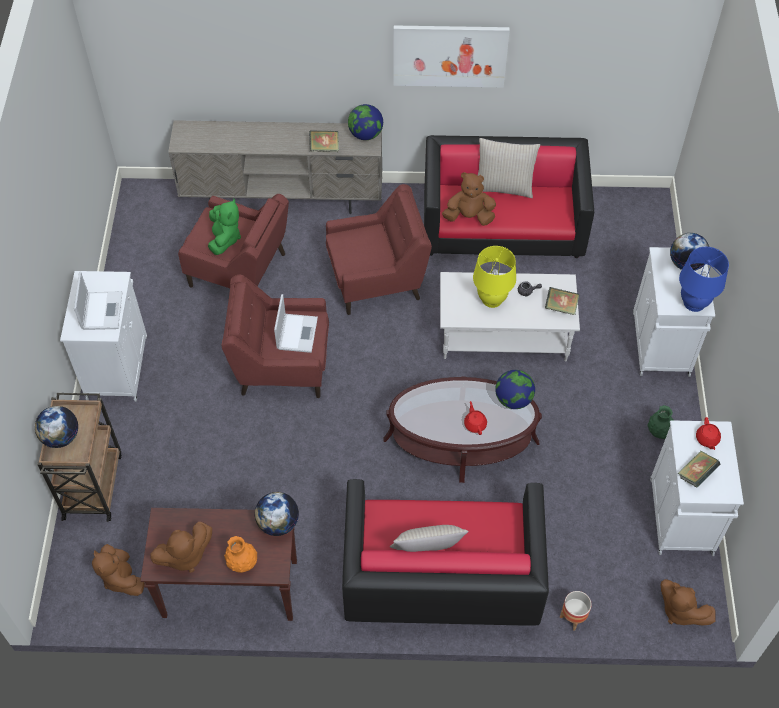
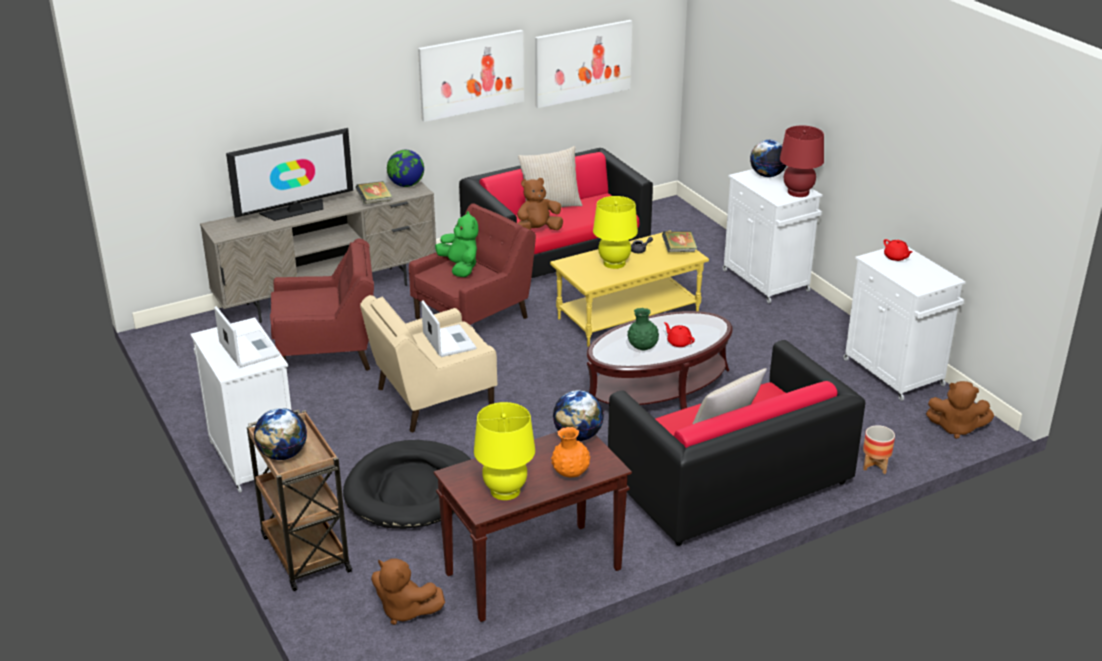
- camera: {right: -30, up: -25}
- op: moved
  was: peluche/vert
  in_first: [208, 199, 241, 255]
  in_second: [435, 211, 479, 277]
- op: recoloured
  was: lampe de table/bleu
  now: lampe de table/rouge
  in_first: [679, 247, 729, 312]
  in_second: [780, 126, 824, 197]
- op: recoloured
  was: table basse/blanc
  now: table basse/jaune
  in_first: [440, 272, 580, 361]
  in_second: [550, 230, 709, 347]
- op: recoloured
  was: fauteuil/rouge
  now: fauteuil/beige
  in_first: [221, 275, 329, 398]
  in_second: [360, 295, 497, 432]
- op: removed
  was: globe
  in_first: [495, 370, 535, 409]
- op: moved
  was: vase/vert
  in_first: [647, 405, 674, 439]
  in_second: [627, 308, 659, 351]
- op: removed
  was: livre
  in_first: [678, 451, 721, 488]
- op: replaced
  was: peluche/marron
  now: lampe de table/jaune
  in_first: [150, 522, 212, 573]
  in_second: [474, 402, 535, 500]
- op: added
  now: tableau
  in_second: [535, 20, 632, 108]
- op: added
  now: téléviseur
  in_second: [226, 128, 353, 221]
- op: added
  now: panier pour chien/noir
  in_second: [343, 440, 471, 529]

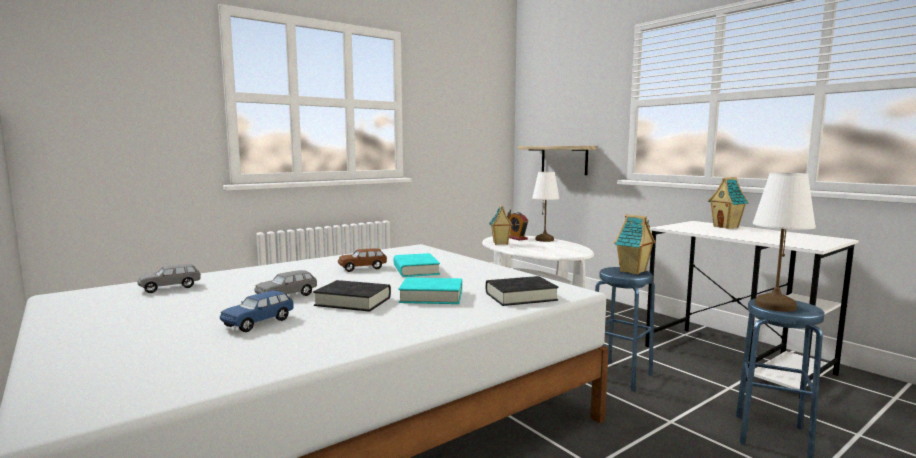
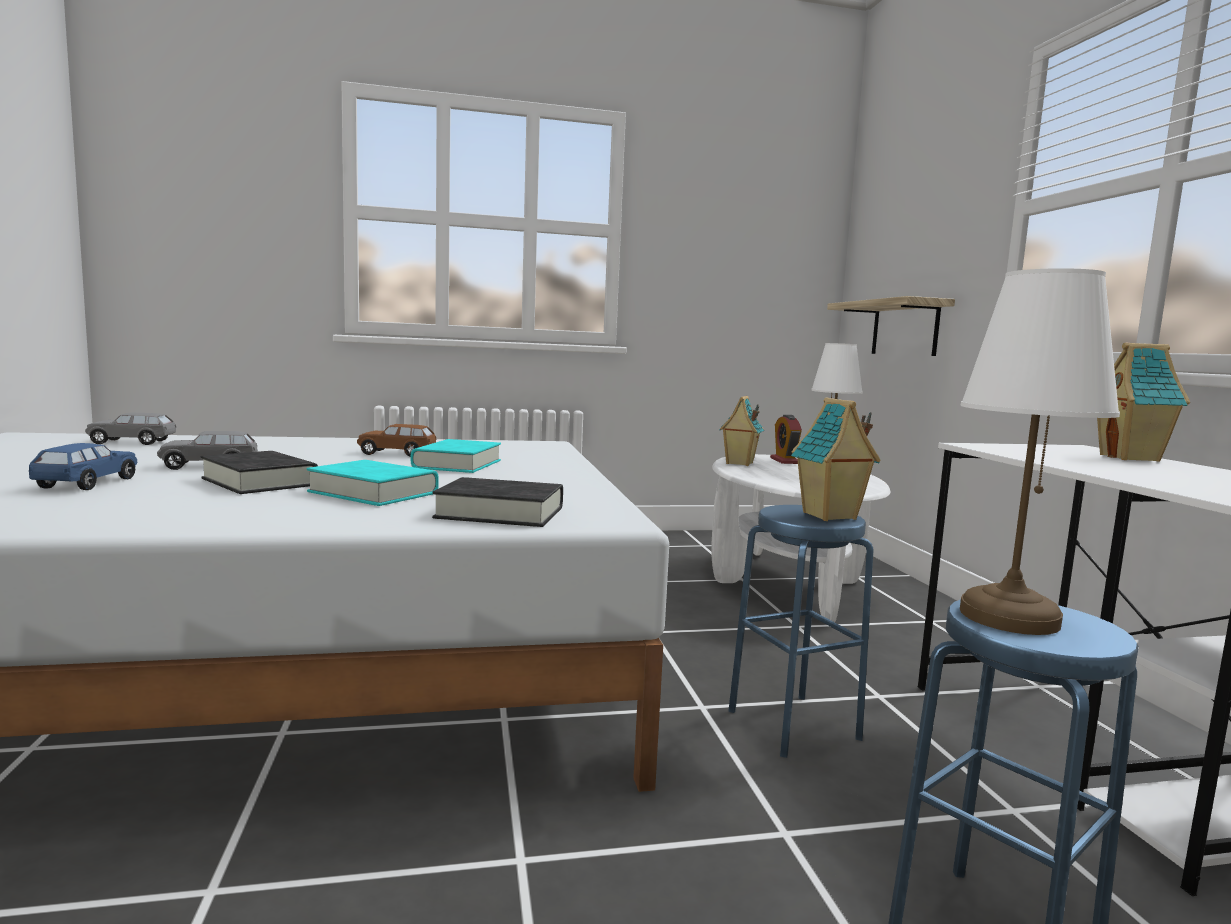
- camera: {right: 25, up: 0}
- op: turned
  was: petite voiture/bleu
  in_first: [220, 291, 294, 332]
  in_second: [28, 443, 137, 490]
  clockwise: 120

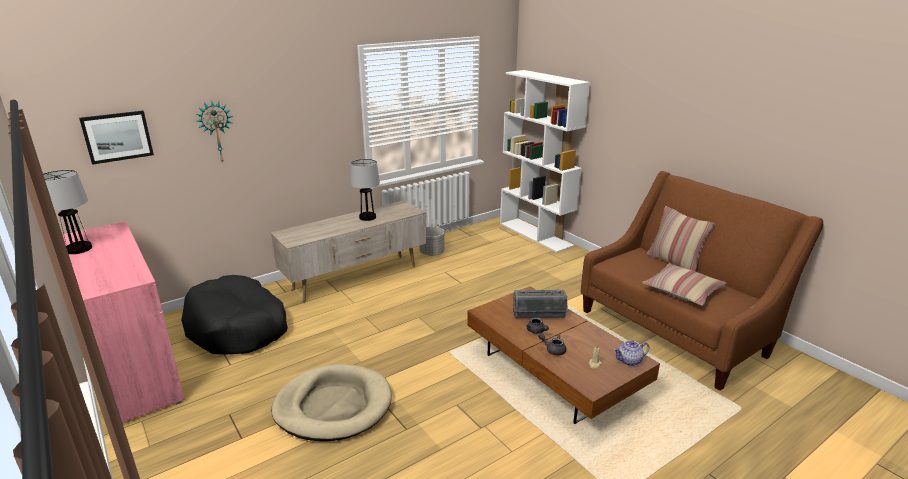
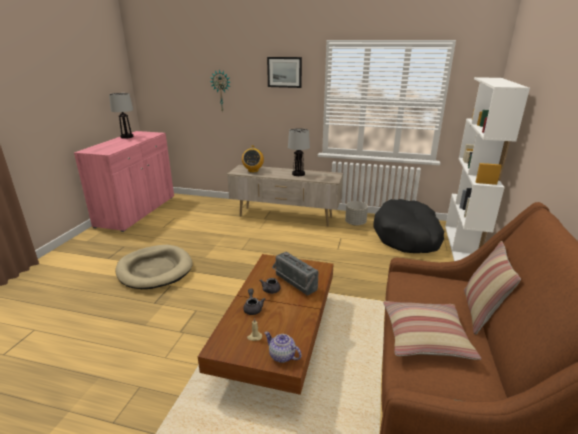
- camera: {right: 50, up: 0}
- op: moved
  was: tableau
  in_first: [79, 111, 154, 165]
  in_second: [267, 57, 302, 88]
- op: moved
  was: panier pour chien/noir
  in_first: [181, 275, 288, 355]
  in_second: [373, 199, 444, 253]
- op: added
  now: radio
  in_second: [242, 145, 264, 173]

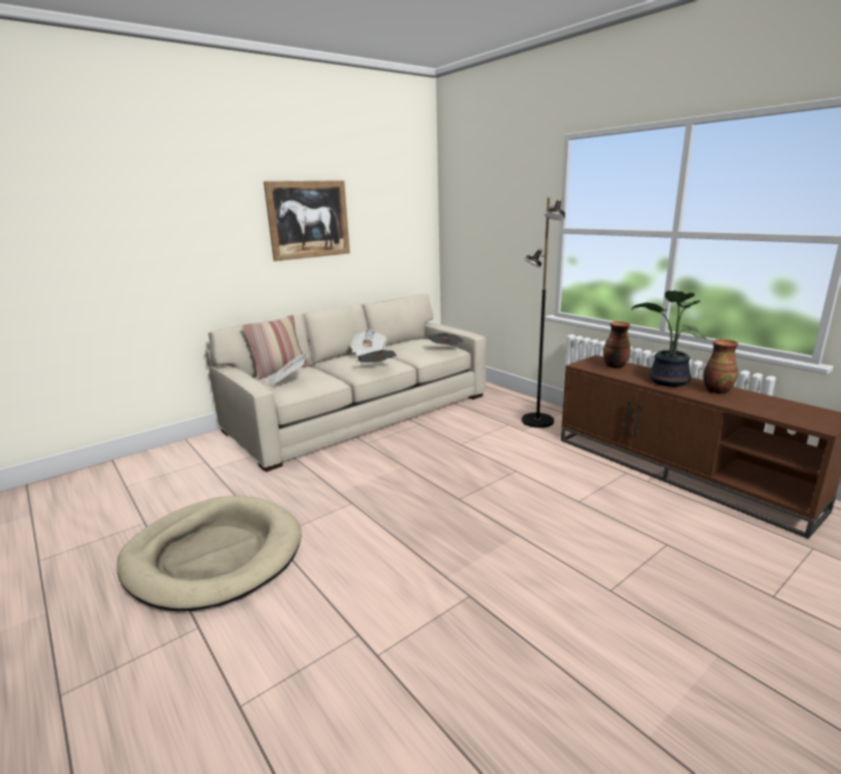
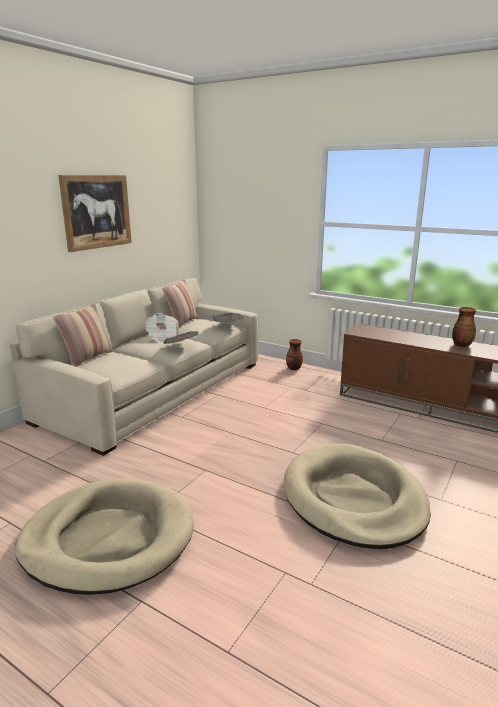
- camera: {right: -20, up: 0}
- op: removed
  was: lampadaire/noir
  in_first: [522, 198, 565, 428]
- op: removed
  was: plante en pot
  in_first: [631, 291, 707, 387]
- op: moved
  was: vase
  in_first: [603, 321, 630, 368]
  in_second: [286, 339, 303, 370]
- op: removed
  was: journal
  in_first: [265, 354, 308, 385]
- op: added
  now: coussin
  in_second: [162, 279, 198, 329]
- op: added
  now: panier pour chien/beige
  in_second: [283, 444, 431, 549]

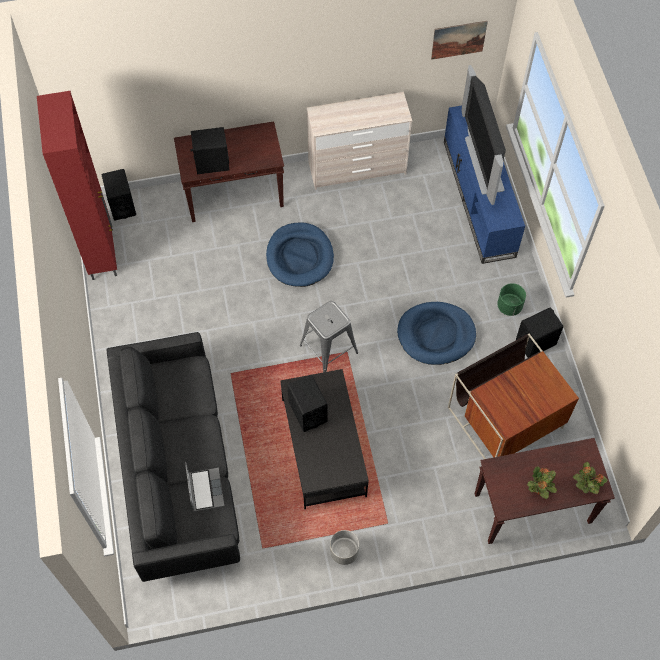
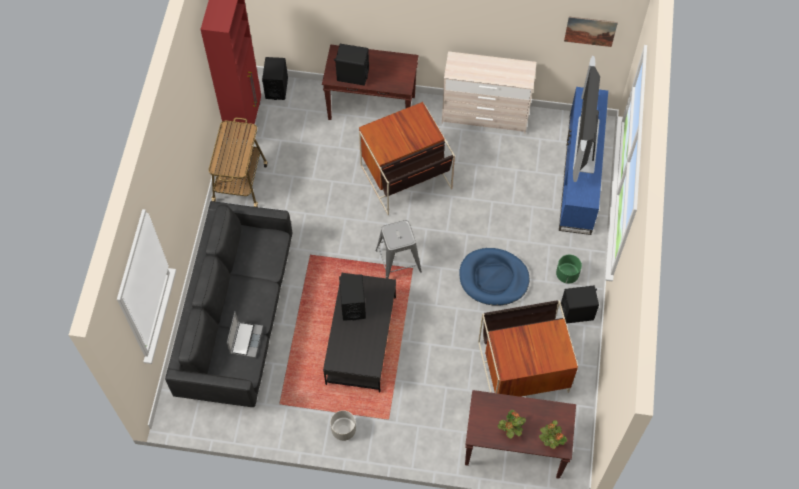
- camera: {right: 20, up: 0}
- op: replaced
  was: panier pour chien/bleu
  now: table d'appoint
  in_first: [266, 222, 334, 287]
  in_second: [359, 102, 455, 215]
- op: added
  now: chariot
  in_second: [209, 117, 267, 207]

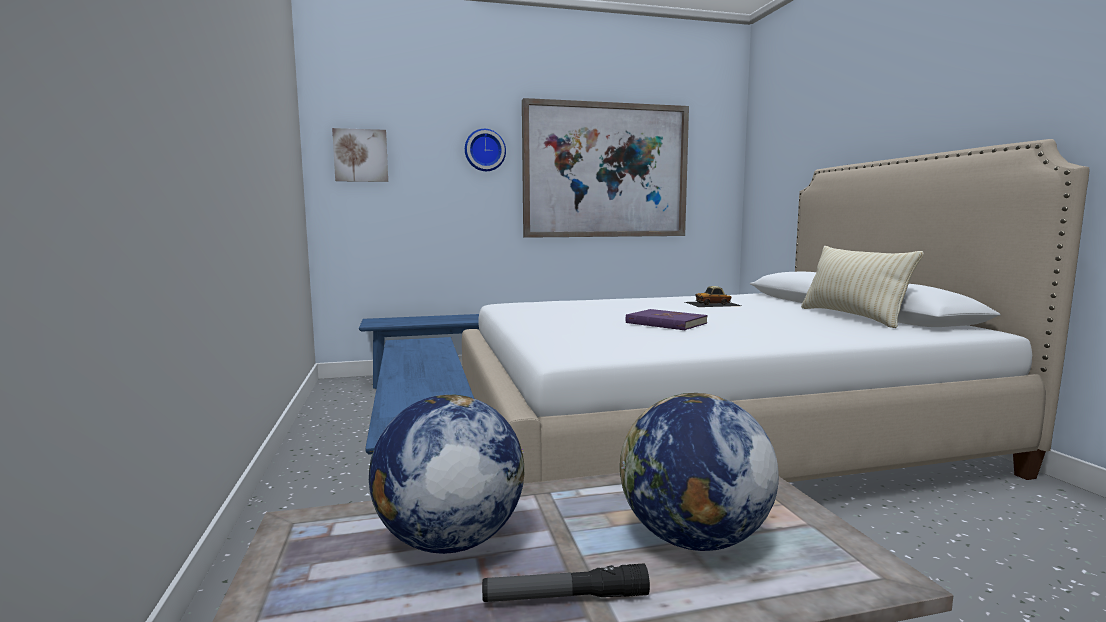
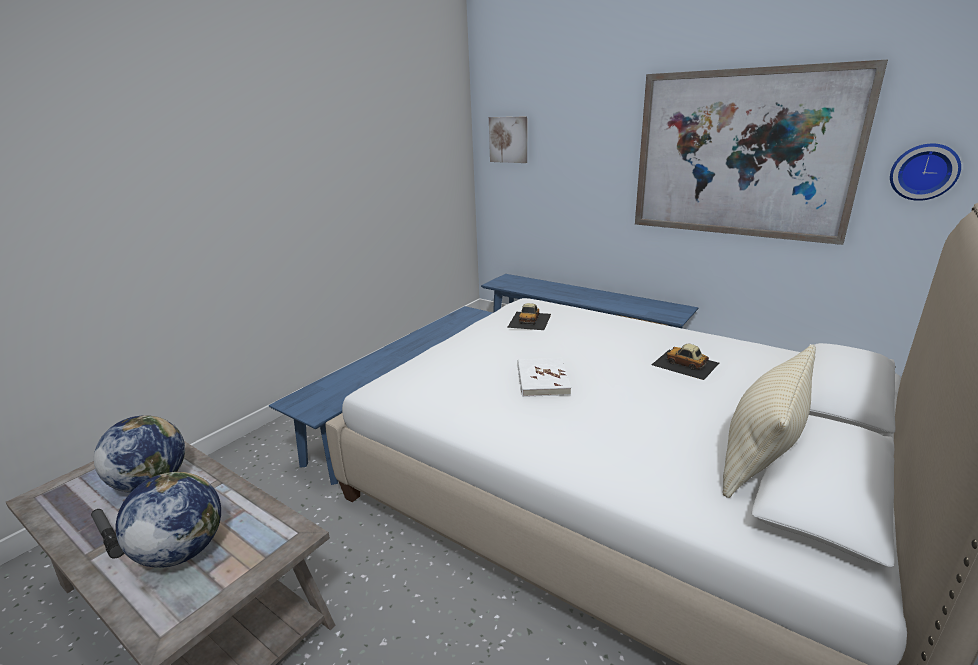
- camera: {right: 50, up: 15}
- op: moved
  was: horloge murale
  in_first: [465, 129, 506, 171]
  in_second: [890, 144, 961, 201]
- op: recoloured
  was: livre/violet
  now: livre/blanc
  in_first: [626, 309, 708, 330]
  in_second: [517, 357, 571, 397]
- op: added
  now: petite voiture
  in_second: [507, 303, 551, 330]

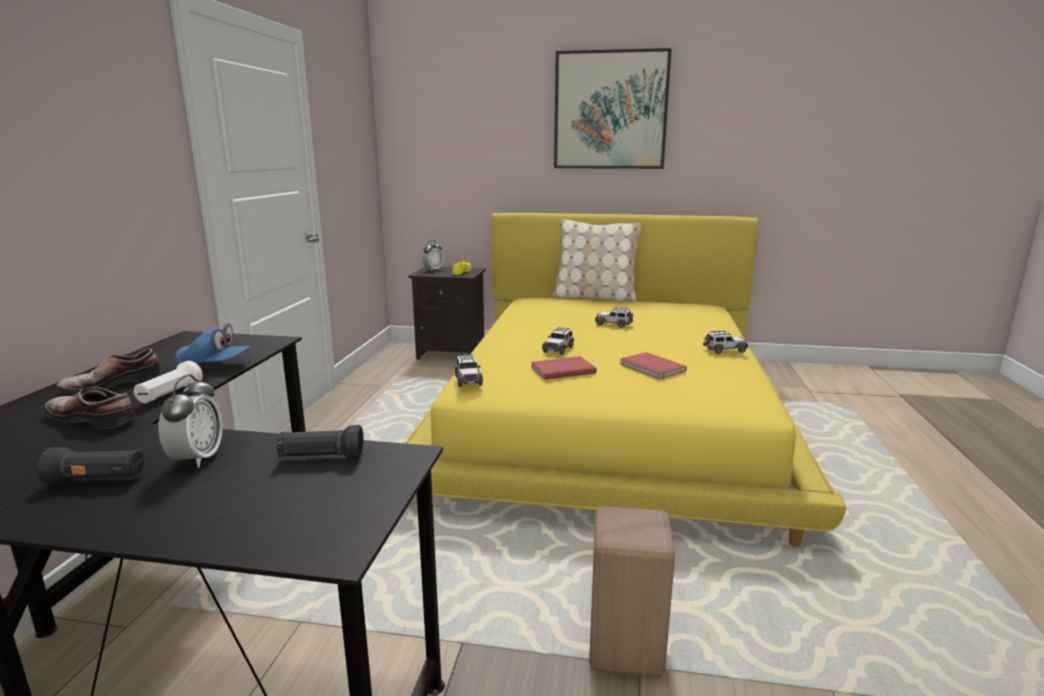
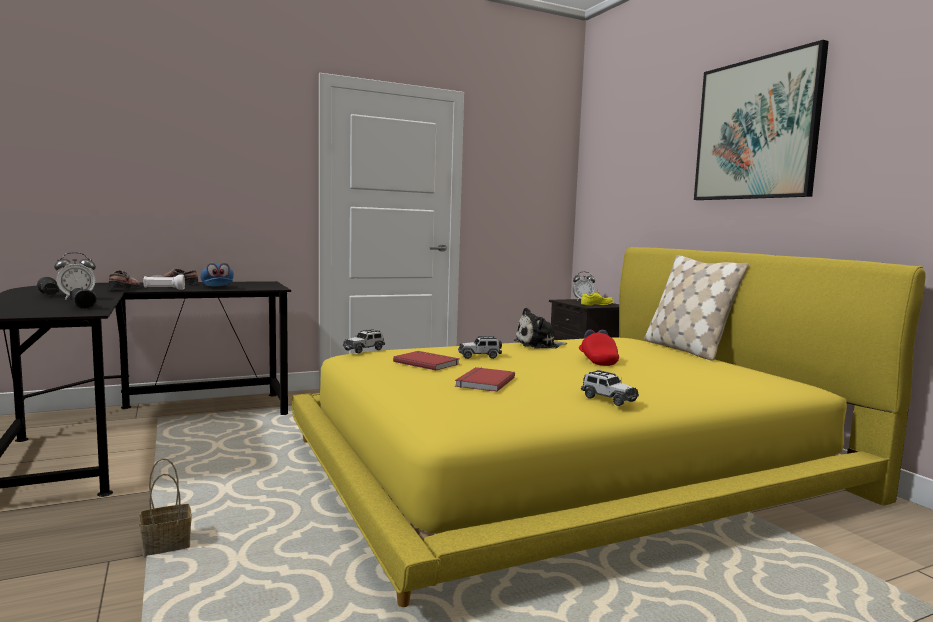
- camera: {right: 55, up: -10}
- op: replaced
  was: petite voiture
  now: casquette/rouge
  in_first: [595, 307, 633, 328]
  in_second: [579, 330, 619, 366]
- op: replaced
  was: tabouret/beige
  now: panier
  in_first: [589, 506, 675, 678]
  in_second: [139, 458, 192, 558]
- op: added
  now: peluche
  in_second: [514, 308, 568, 349]

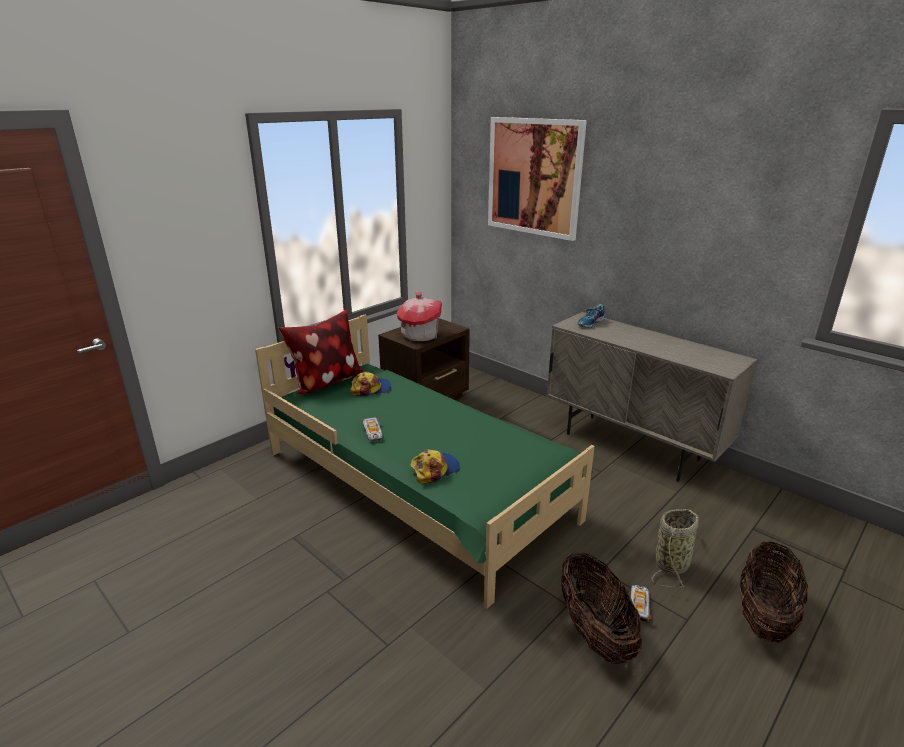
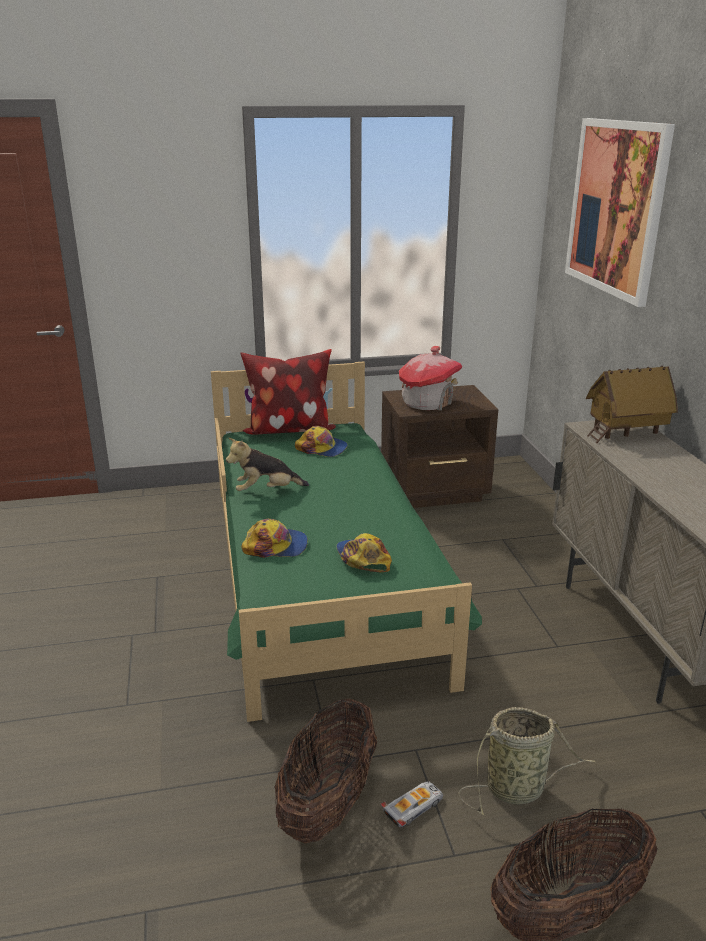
- camera: {right: 35, up: 0}
- op: replaced
  was: chaussure
  now: maison miniature
  in_first: [578, 304, 605, 328]
  in_second: [586, 366, 678, 443]
- op: replaced
  was: petite voiture
  now: peluche
  in_first: [361, 417, 383, 442]
  in_second: [226, 438, 309, 491]
- op: added
  now: casquette
  in_second: [336, 533, 392, 572]

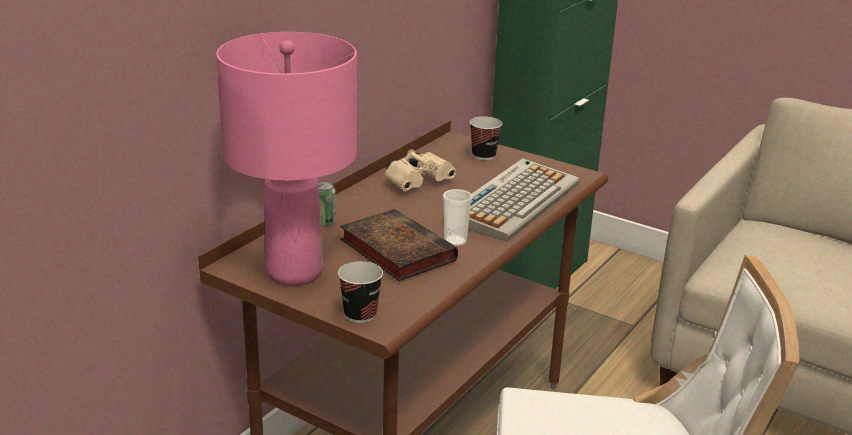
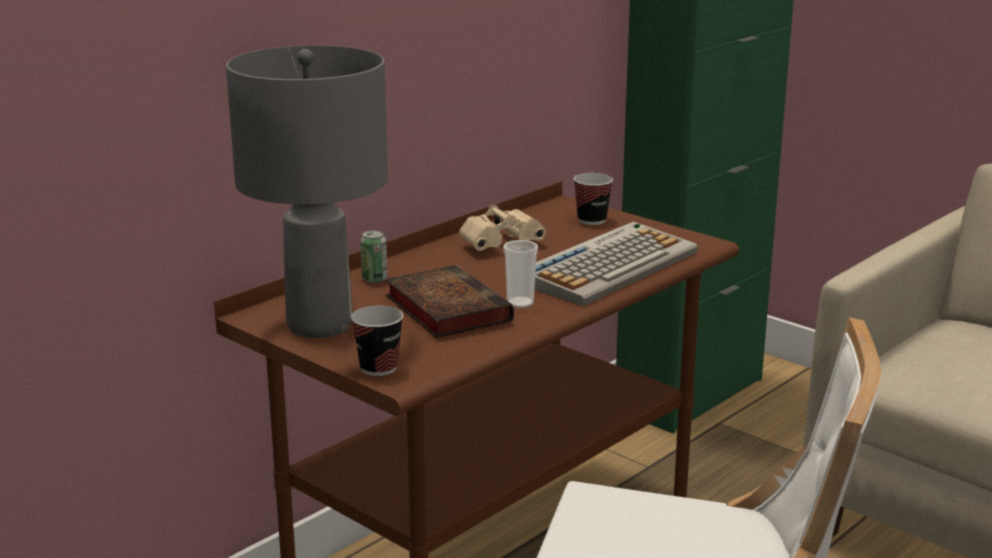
- camera: {right: 10, up: -5}
- op: recoloured
  was: lampe de table/rose
  now: lampe de table/gris
  in_first: [216, 32, 357, 286]
  in_second: [226, 45, 388, 338]

